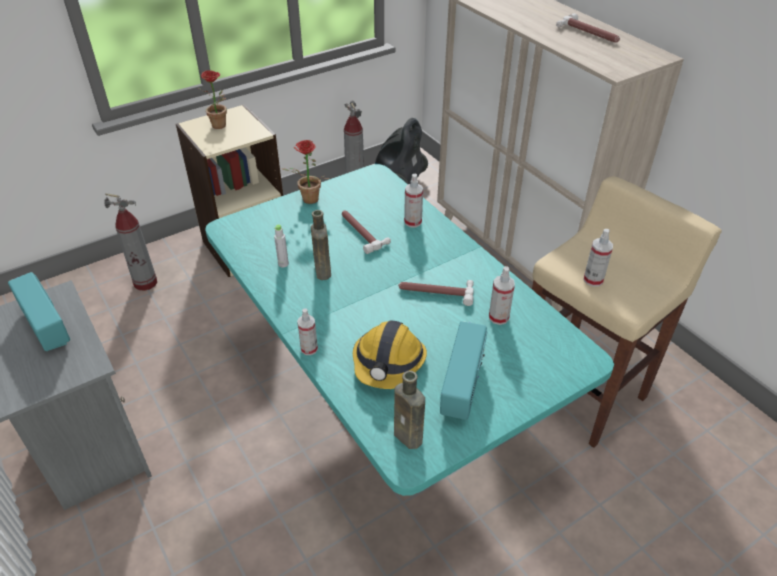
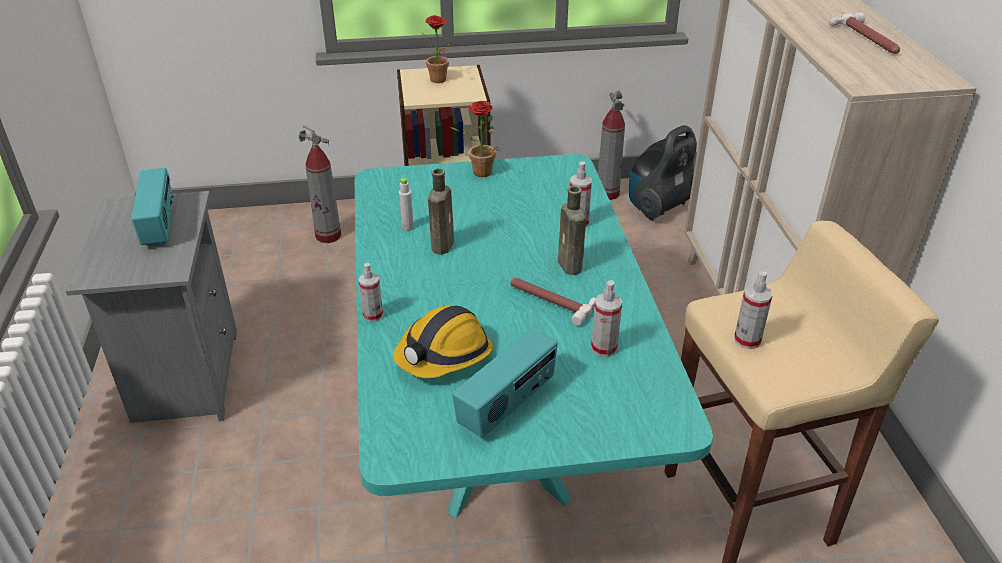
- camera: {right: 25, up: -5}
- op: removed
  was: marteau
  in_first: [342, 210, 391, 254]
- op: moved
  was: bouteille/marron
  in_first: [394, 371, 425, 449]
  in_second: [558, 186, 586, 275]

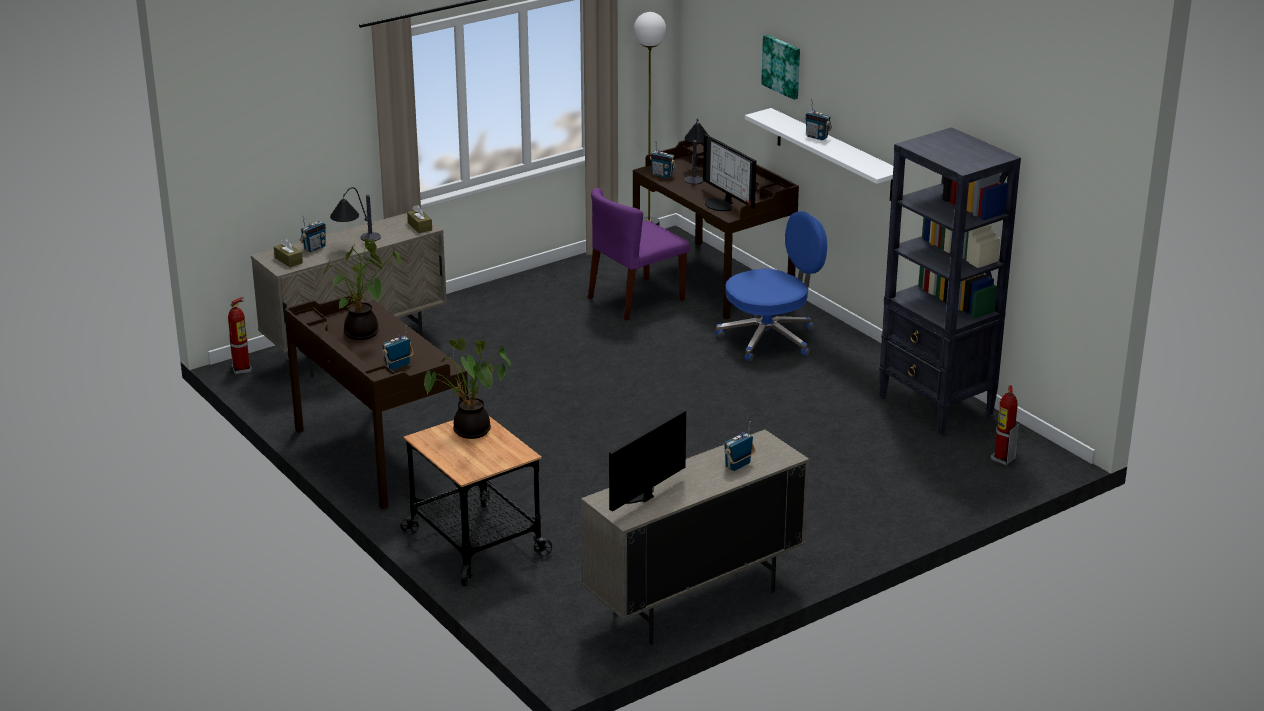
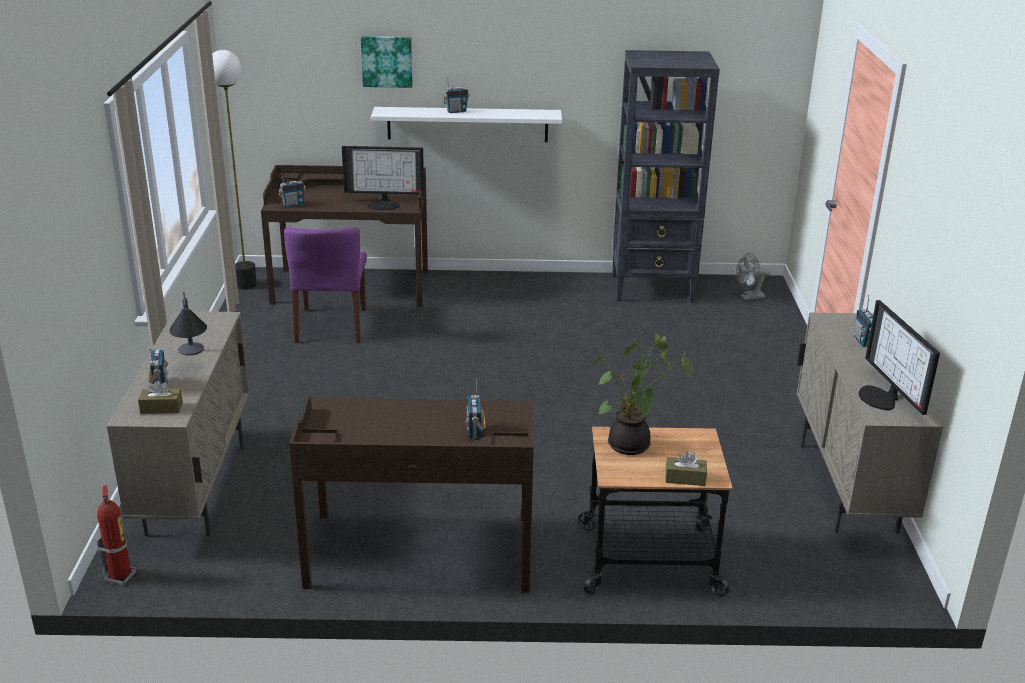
- camera: {right: -55, up: 0}
- op: removed
  was: lampe de table
  in_first: [684, 119, 708, 185]
- op: moved
  was: boîte à mouchoirs/marron
  in_first: [407, 205, 432, 233]
  in_second: [666, 451, 707, 486]
- op: removed
  was: chaise de bureau/bleu
  in_first: [716, 211, 827, 361]
- op: removed
  was: plante en pot
  in_first: [323, 239, 402, 340]
- op: replaced
  was: extincteur
  now: ventilateur/gris
  in_first: [991, 385, 1019, 465]
  in_second: [736, 253, 770, 300]

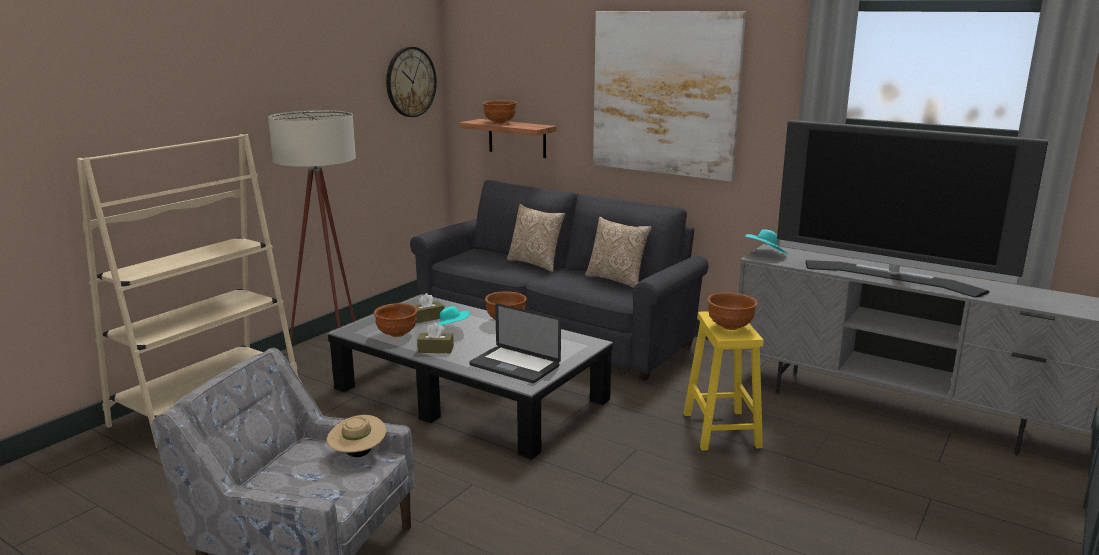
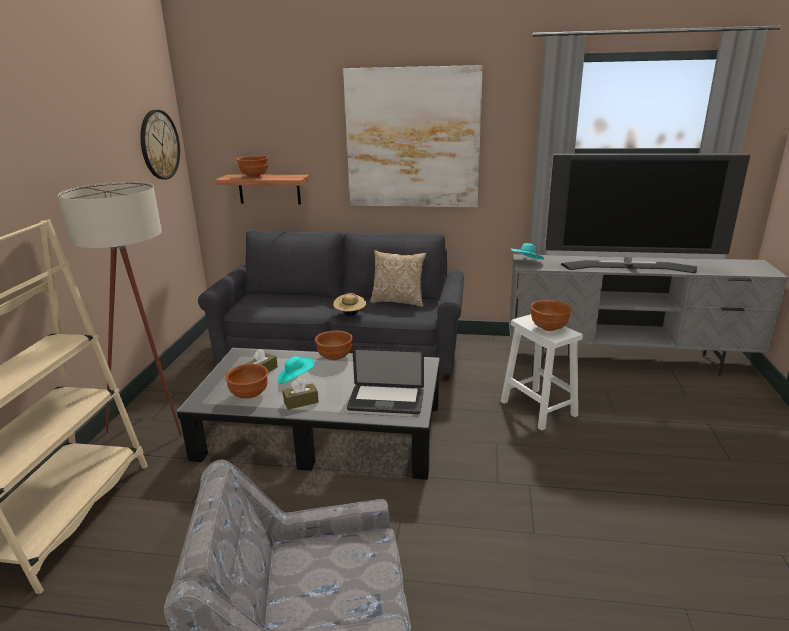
- camera: {right: -25, up: 5}
- op: removed
  was: coussin
  in_first: [507, 204, 566, 272]
- op: recoloured
  was: tabouret/jaune
  now: tabouret/blanc
  in_first: [684, 311, 764, 451]
  in_second: [501, 314, 583, 431]
- op: moved
  was: chapeau/beige
  in_first: [327, 415, 386, 457]
  in_second: [333, 293, 366, 316]

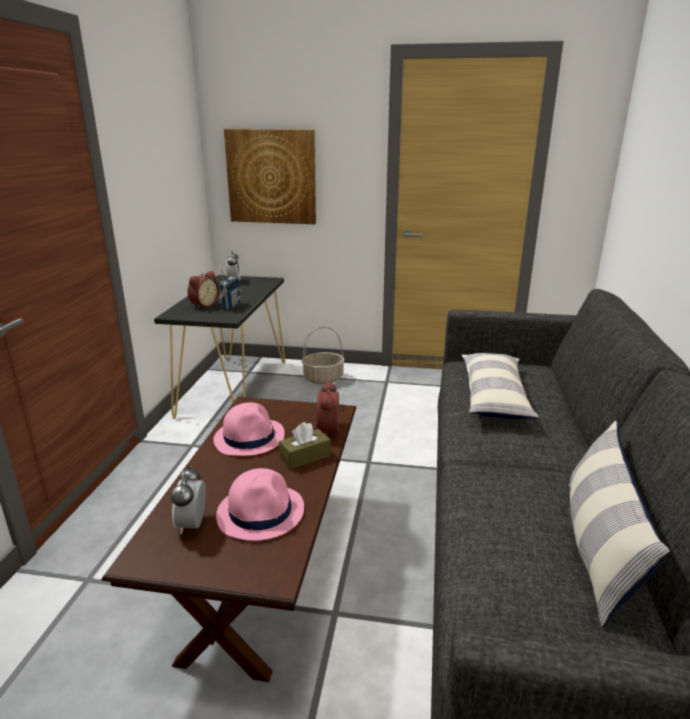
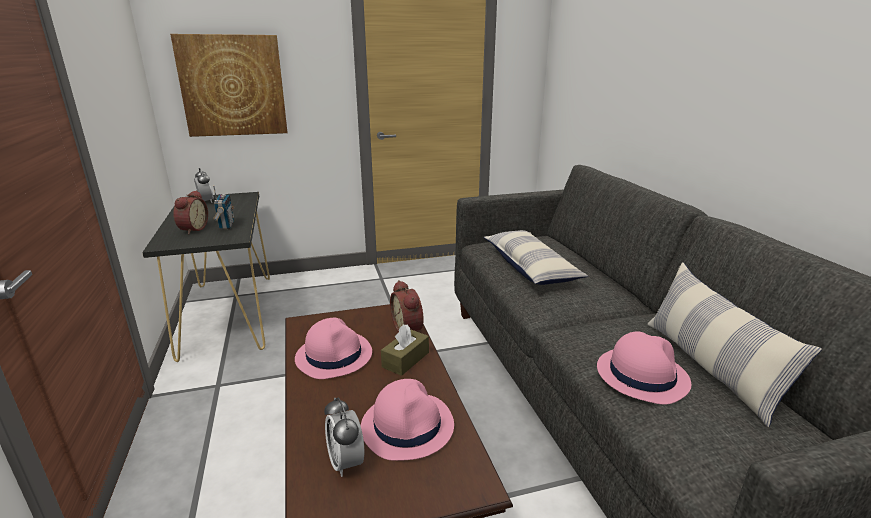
- camera: {right: -25, up: 0}
- op: removed
  was: panier
  in_first: [302, 326, 345, 384]
- op: added
  now: chapeau/rose
  in_second: [597, 331, 691, 405]

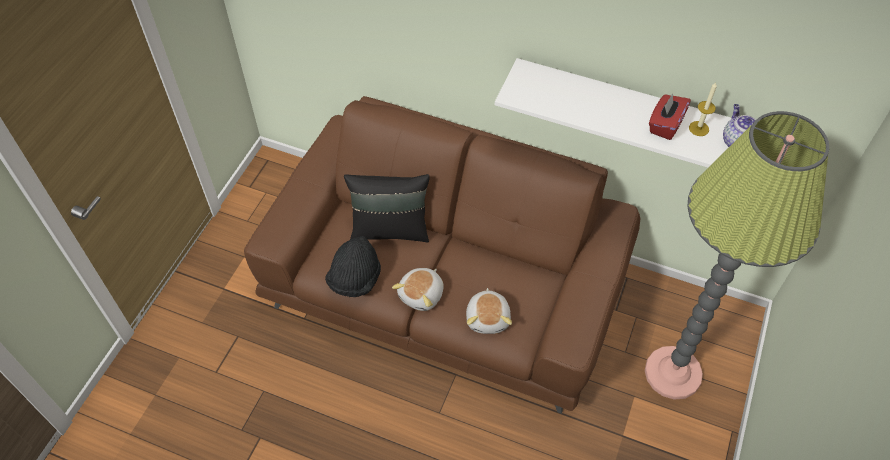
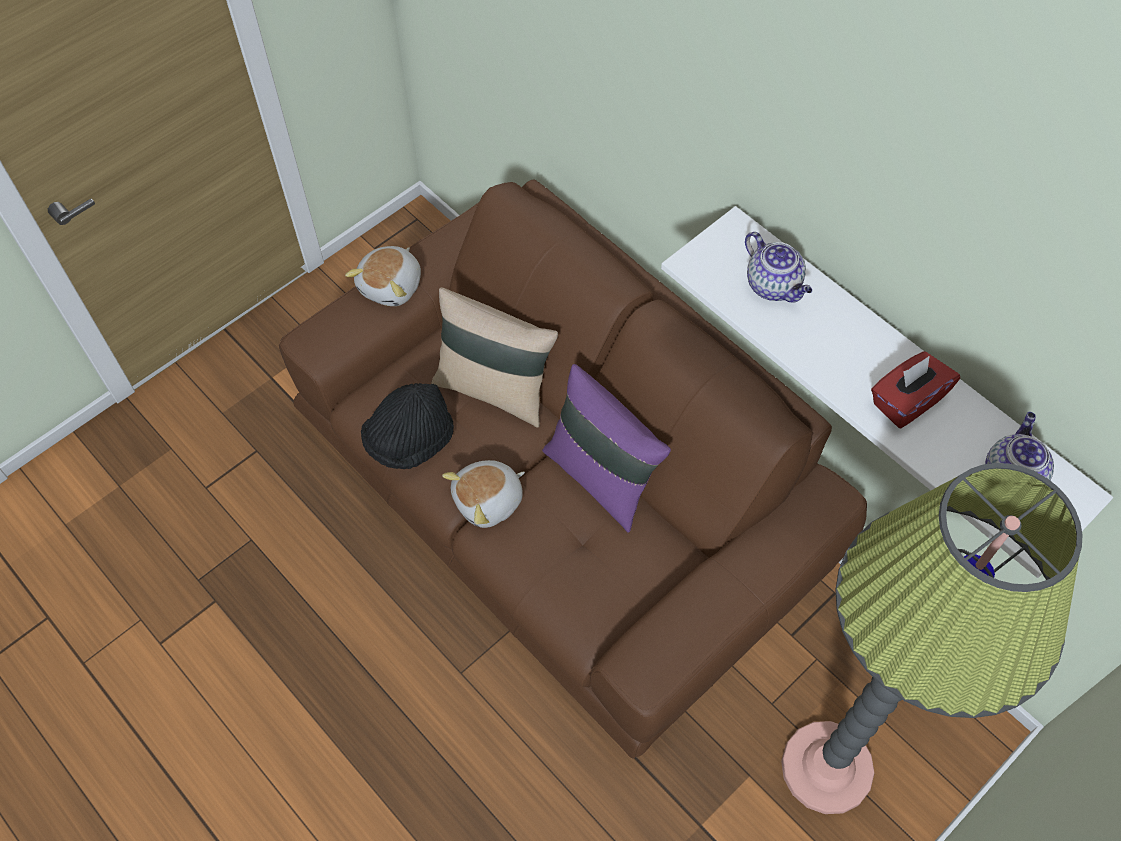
- camera: {right: 25, up: 5}
- op: removed
  was: bougie
  in_first: [689, 82, 717, 136]
- op: recoloured
  was: coussin/noir
  now: coussin/beige
  in_first: [344, 174, 430, 242]
  in_second: [431, 287, 558, 428]
- op: moved
  was: peluche
  in_first: [466, 288, 512, 334]
  in_second: [345, 246, 421, 306]
- op: added
  now: théière
  in_second: [745, 232, 812, 303]
- op: added
  now: coussin/violet
  in_second: [542, 364, 671, 533]

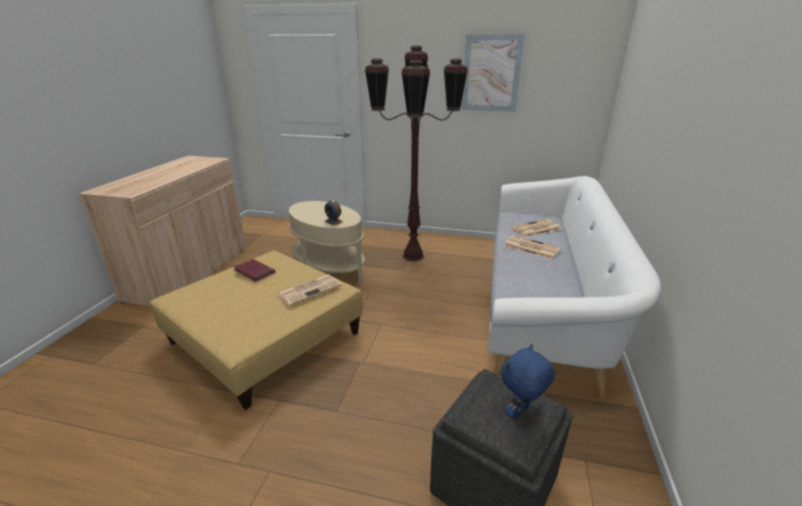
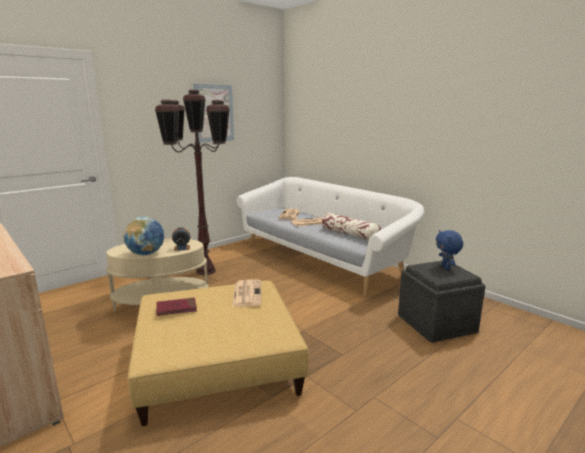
- camera: {right: -55, up: -10}
- op: added
  now: coussin
  in_second: [322, 213, 381, 240]
- op: added
  now: globe
  in_second: [123, 217, 164, 255]

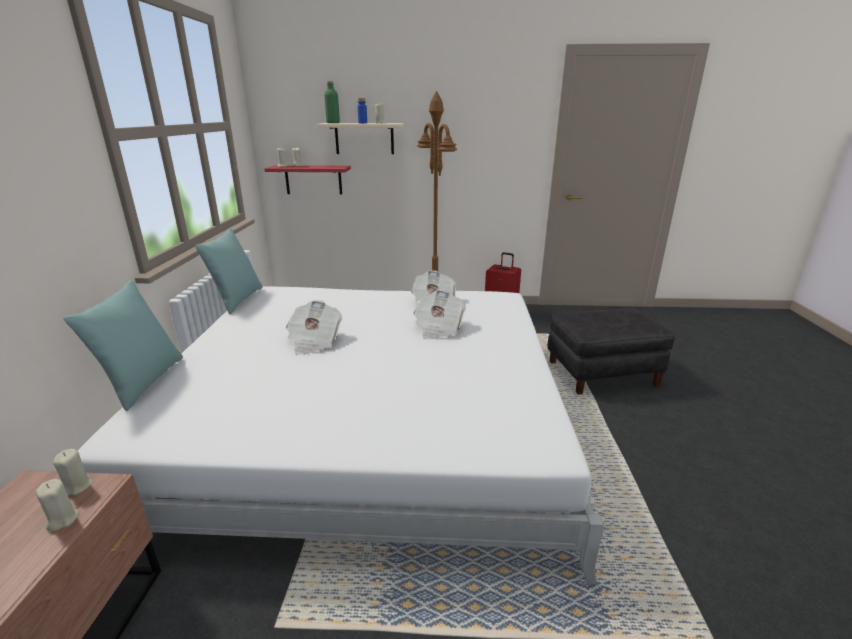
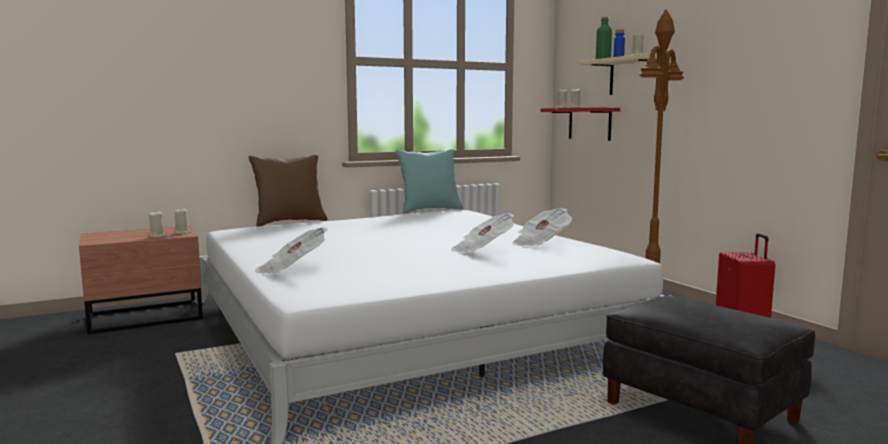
- camera: {right: 60, up: -15}
- op: recoloured
  was: coussin/turquoise
  now: coussin/marron
  in_first: [64, 281, 183, 411]
  in_second: [249, 155, 328, 227]
- op: moved
  was: journal
  in_first: [286, 300, 342, 355]
  in_second: [255, 227, 327, 274]

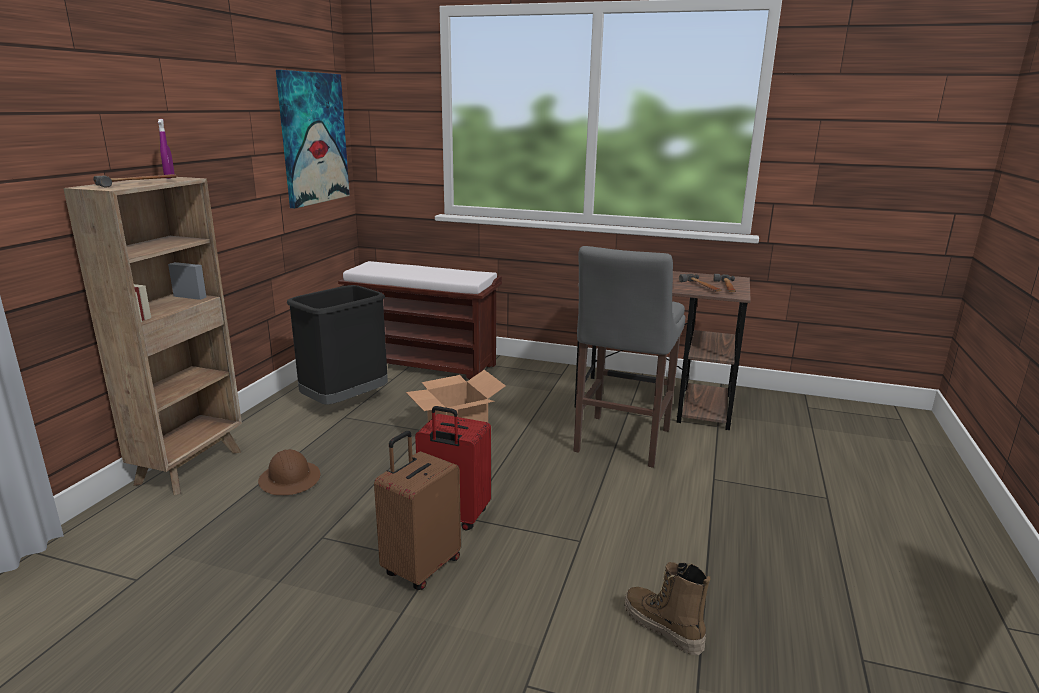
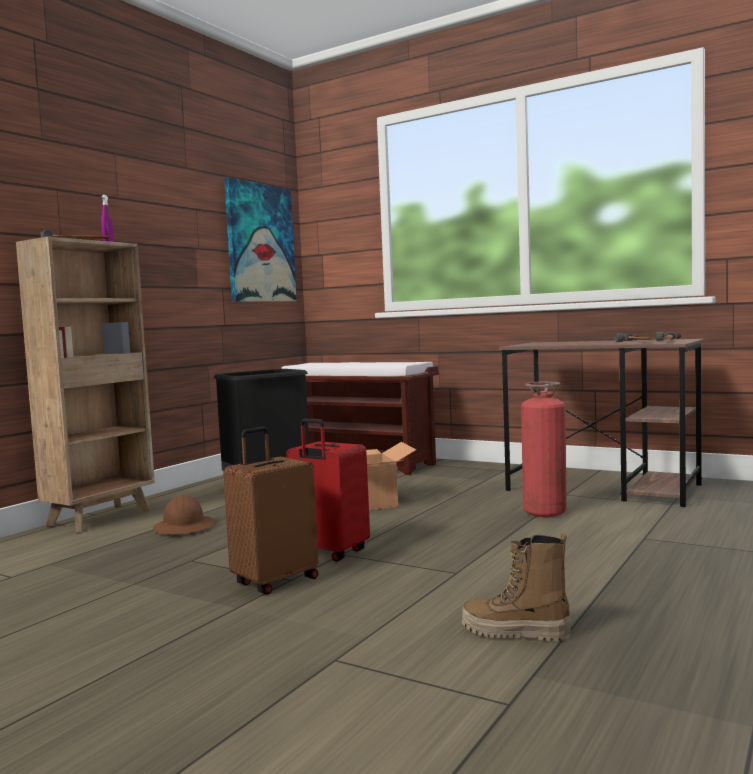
- camera: {right: 15, up: -15}
- op: replaced
  was: tabouret/gris
  now: extincteur
  in_first: [573, 246, 685, 468]
  in_second: [521, 382, 567, 517]
- op: turned
  was: botte
  in_first: [624, 562, 711, 656]
  in_second: [462, 533, 571, 641]
  clockwise: -45

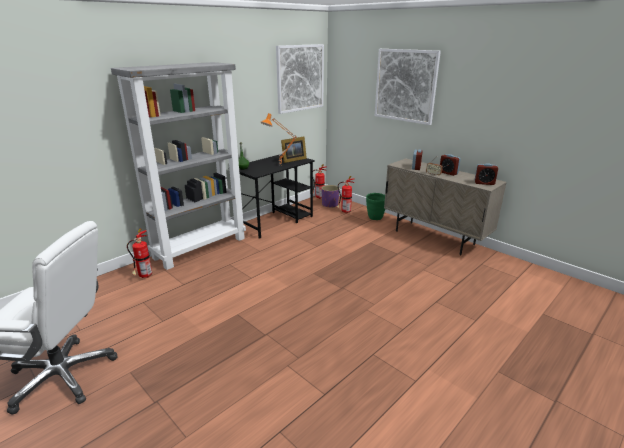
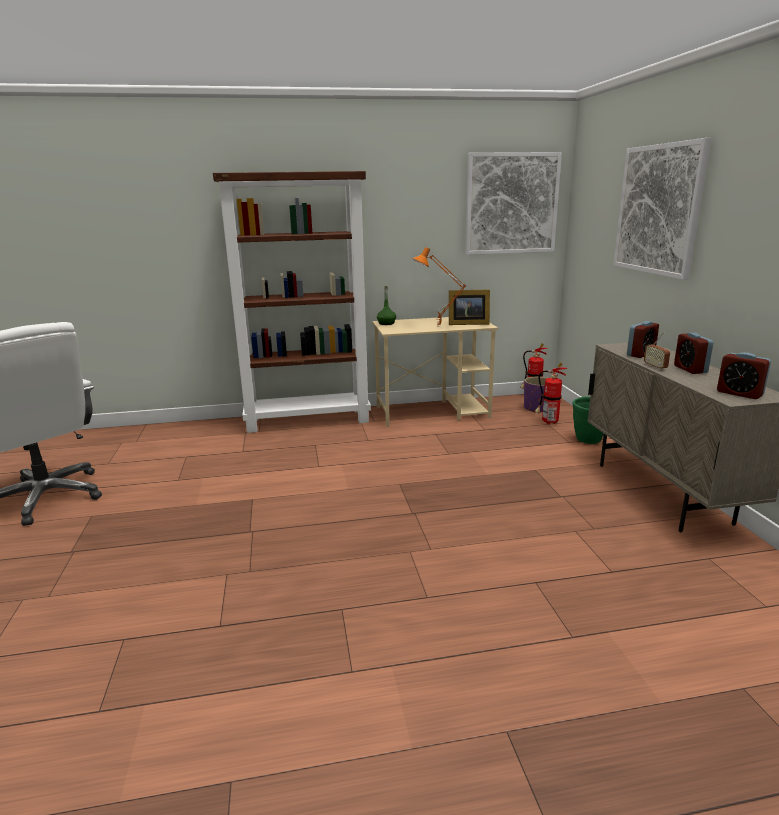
- camera: {right: 35, up: -5}
- op: recoloured
  was: bibliothèque/gris
  now: bibliothèque/marron
  in_first: [111, 62, 246, 270]
  in_second: [213, 171, 371, 433]
- op: recoloured
  was: bureau/noir
  now: bureau/beige
  in_first: [239, 154, 315, 239]
  in_second: [372, 317, 498, 427]
- op: removed
  was: extincteur
  in_first: [127, 229, 152, 278]

